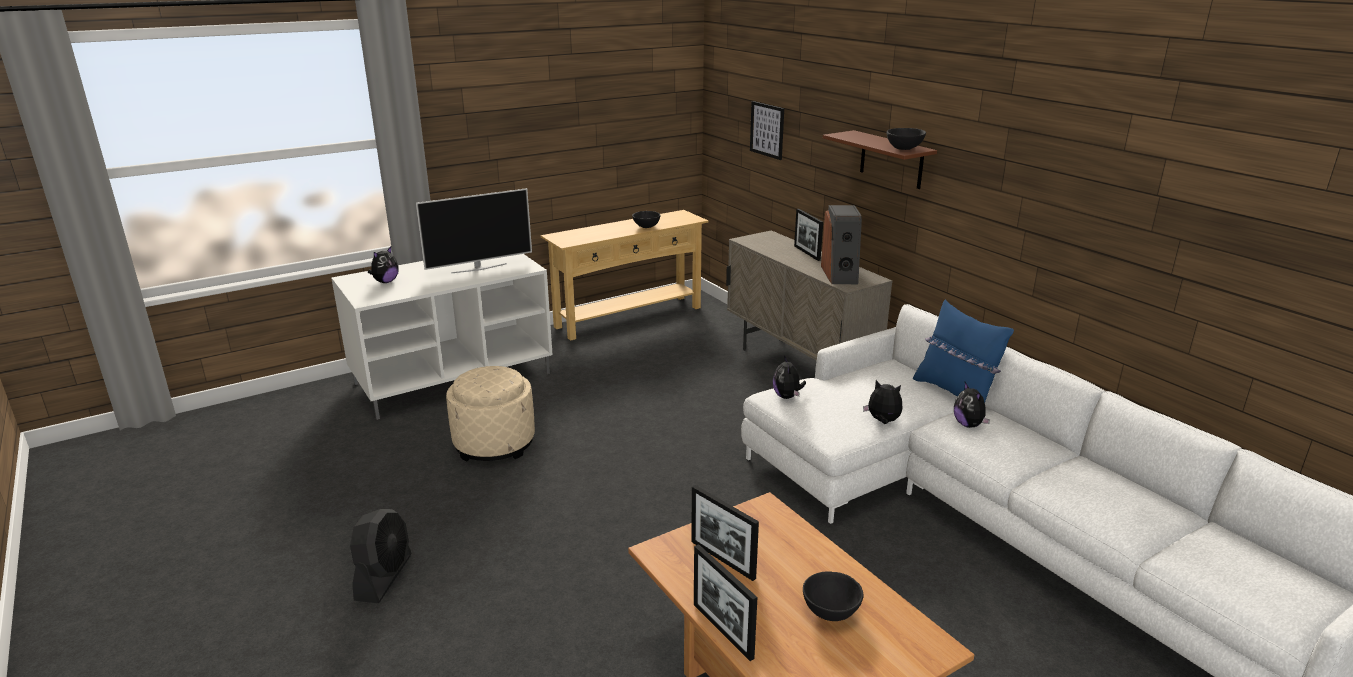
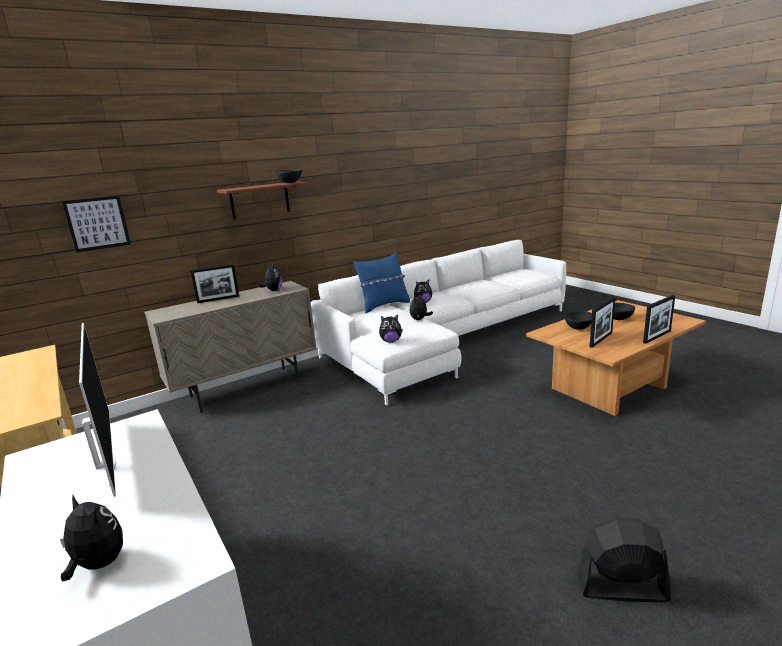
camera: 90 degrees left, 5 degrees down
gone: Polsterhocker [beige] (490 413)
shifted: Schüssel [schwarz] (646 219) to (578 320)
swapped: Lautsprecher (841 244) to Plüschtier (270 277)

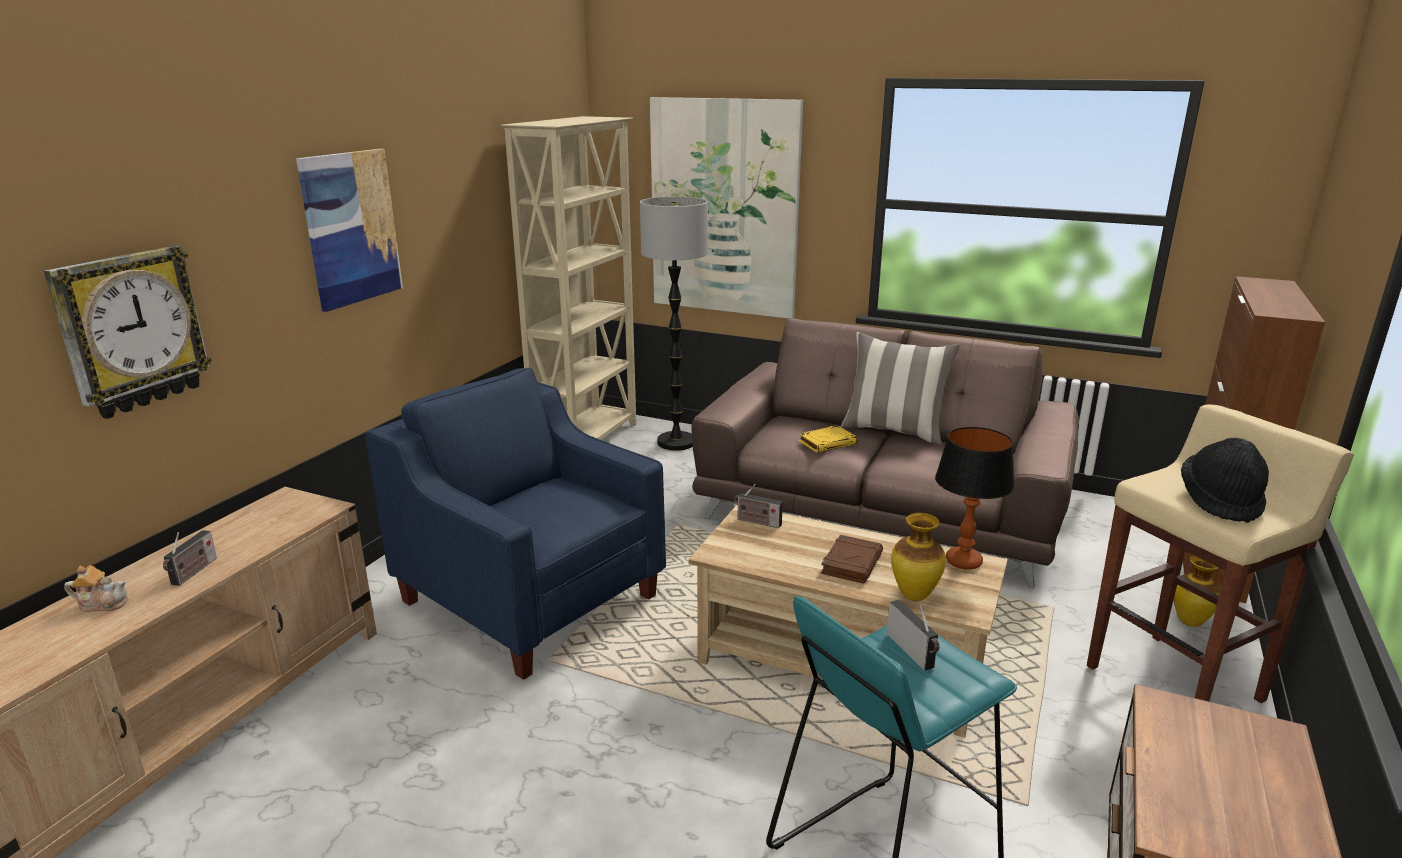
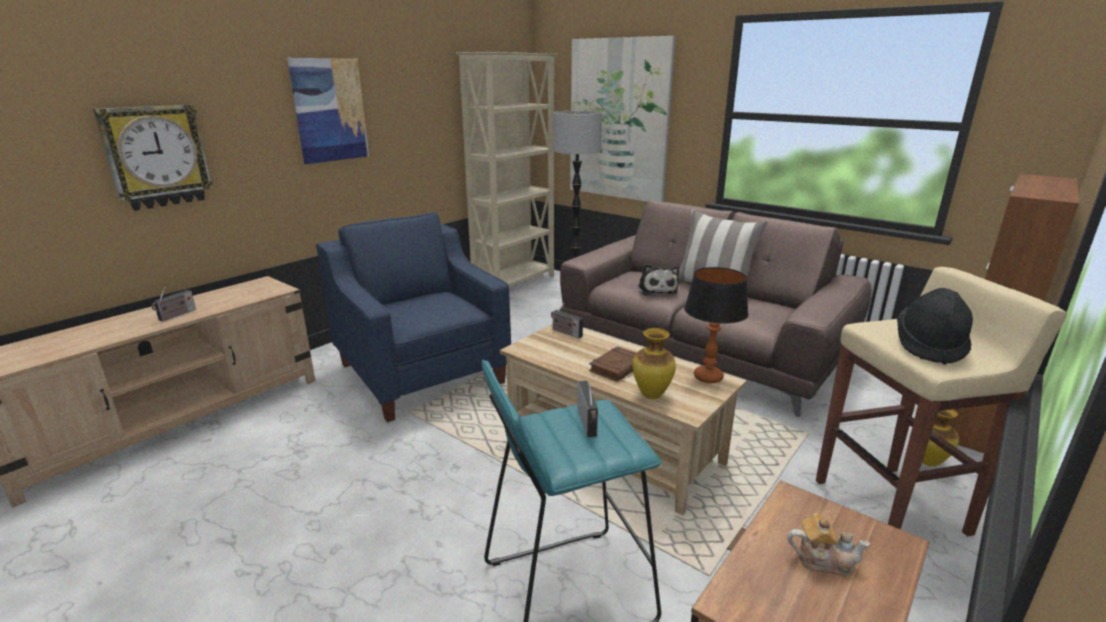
camera: 15 degrees right, 0 degrees up
shifted: Teekanne (96 588) to (829 544)
swapped: Buch [gelb] (828 439) to Plüschtier (658 280)

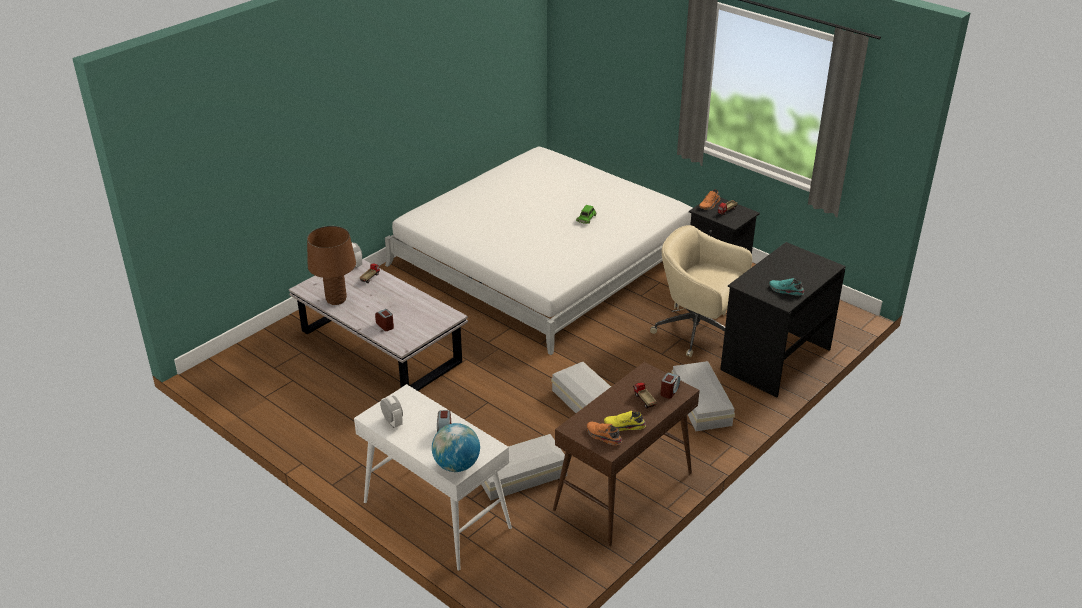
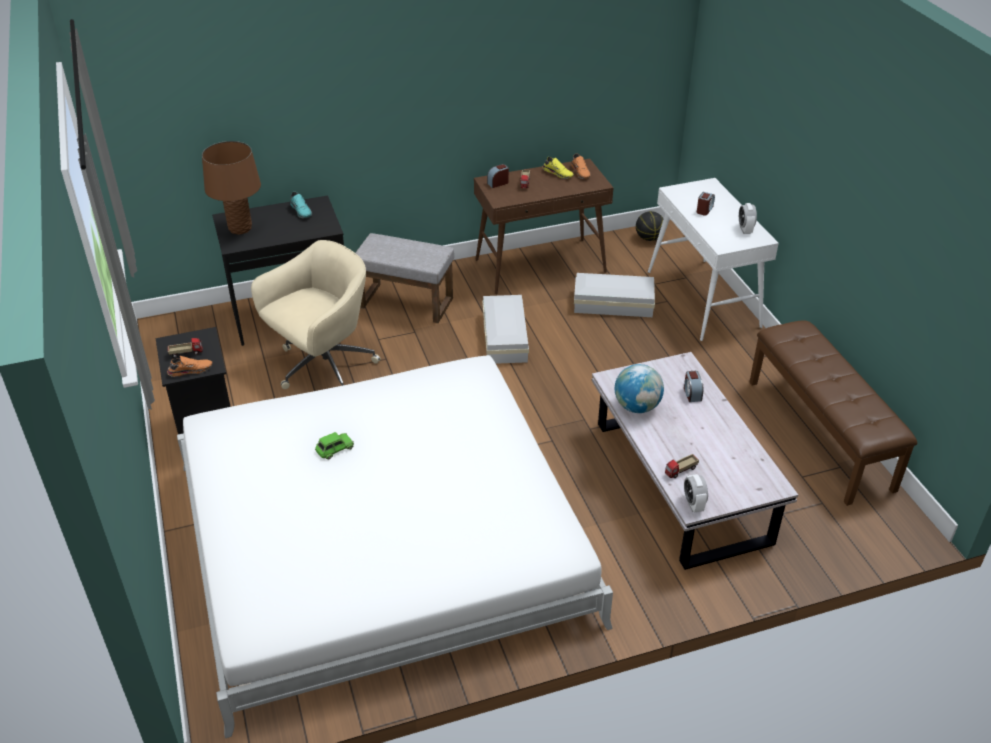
camera: 150 degrees left, 5 degrees up
new: Basketball (649 226); Bank [braun] (833 413)
shifted: Tischlampe [braun] (331 265) to (231 188); Globus (456 447) to (639 388)
swapped: Aufbewahrungsbox [weiß] (703 396) to Polsterhocker [grau] (405 278)
rotated: Bürostuhl [beige] (701 291) = (316 314) 105 degrees counterclockwise

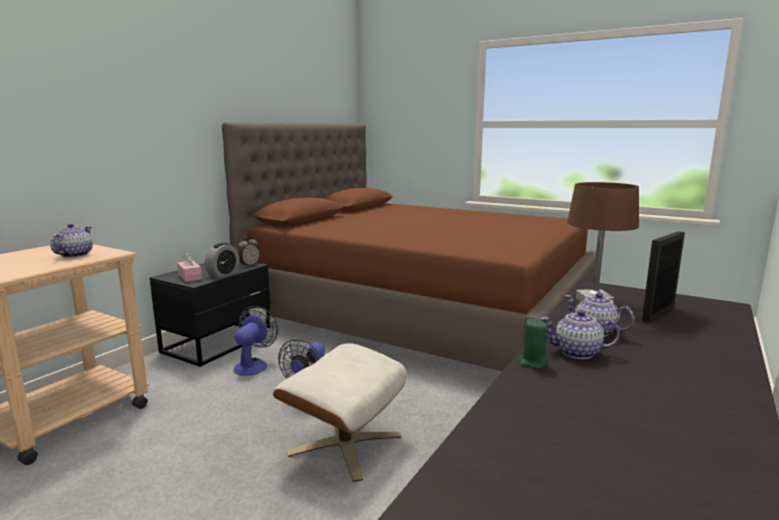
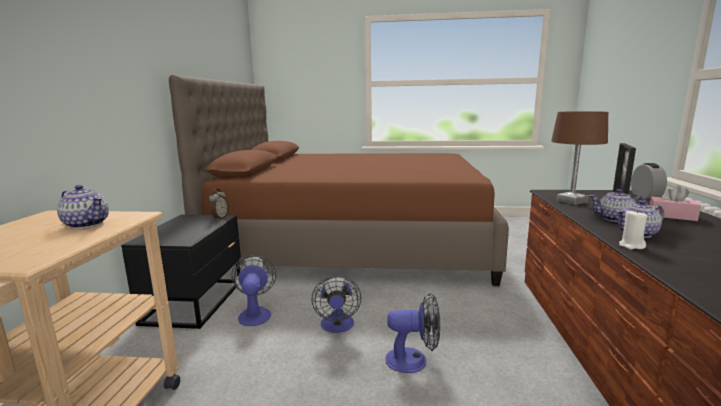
camera: 25 degrees left, 0 degrees up
shifted: Wecker (222 260) to (649 181); Taschentuchbox [rosa] (189 267) to (675 203)
swapped: Polsterhocker [beige] (340 412) to Ventilator (412 333)
repainted: Kerze [grün] (533 343) to Kerze [weiß] (633 229)
rotated: Teekanne (71 241) = (83 207) 135 degrees clockwise

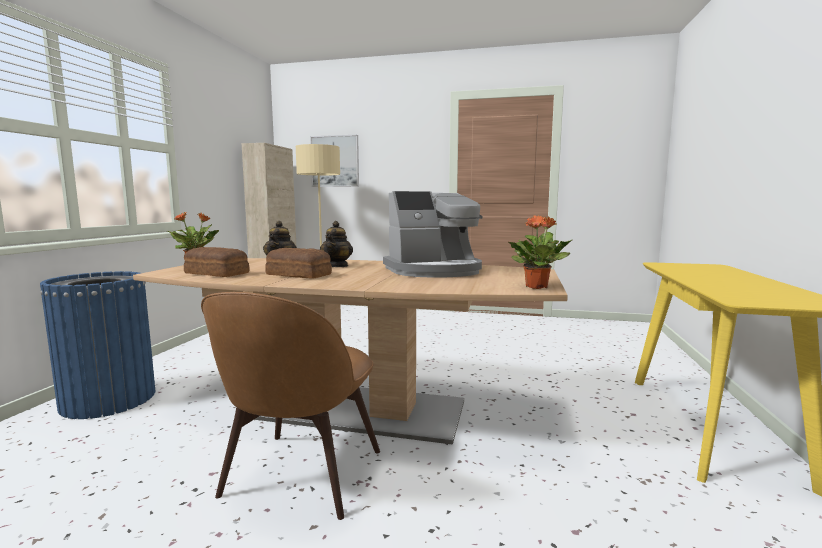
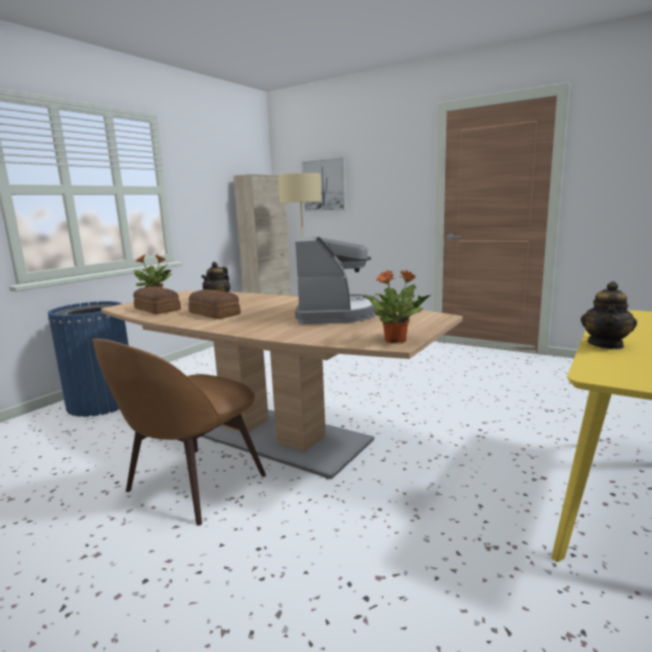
camera: 20 degrees right, 5 degrees up
shifted: Teekanne (336 244) to (609 315)
rotated: Kaffeemaschine (433 234) = (337 280) 90 degrees counterclockwise

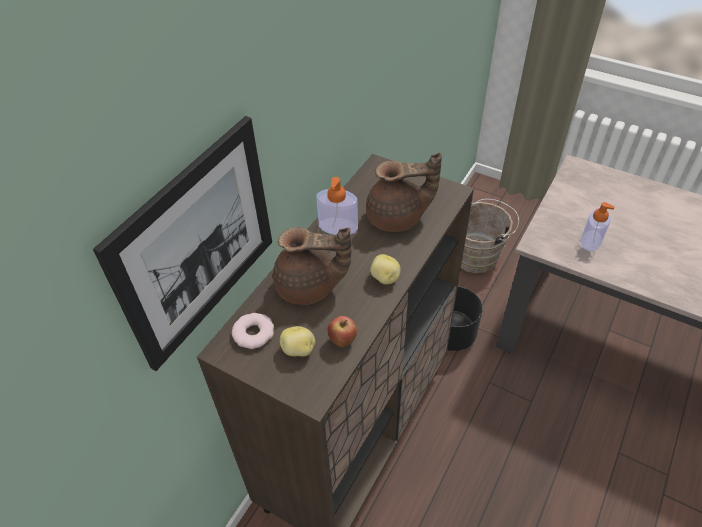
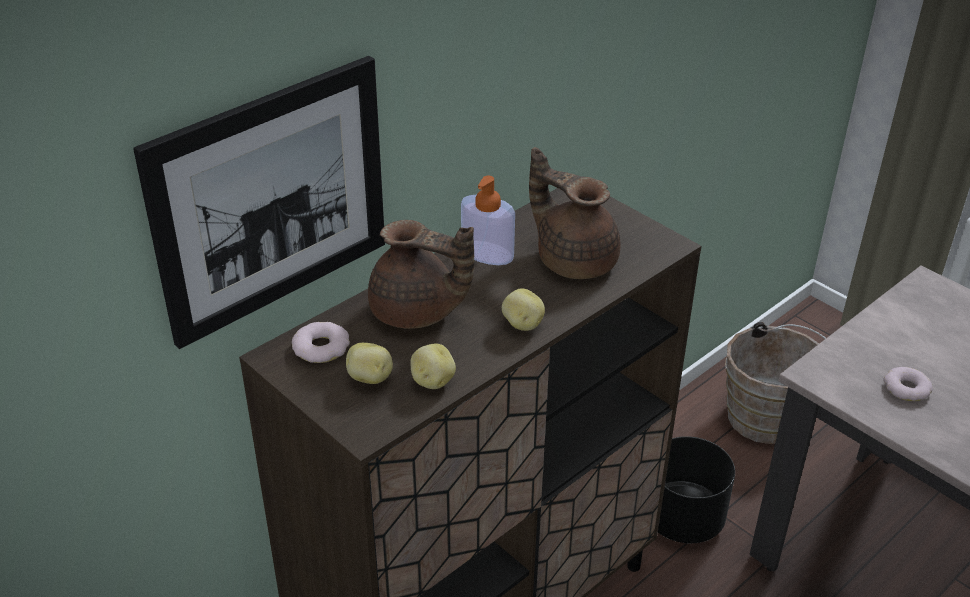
camera: 15 degrees right, 10 degrees down
swapped: Seifenspender (598 226) to Donut (908 384); Apfel (342 331) to Kartoffel (433 366)
rotated: Teekanne [braun] (404 192) = (575 213) 150 degrees counterclockwise

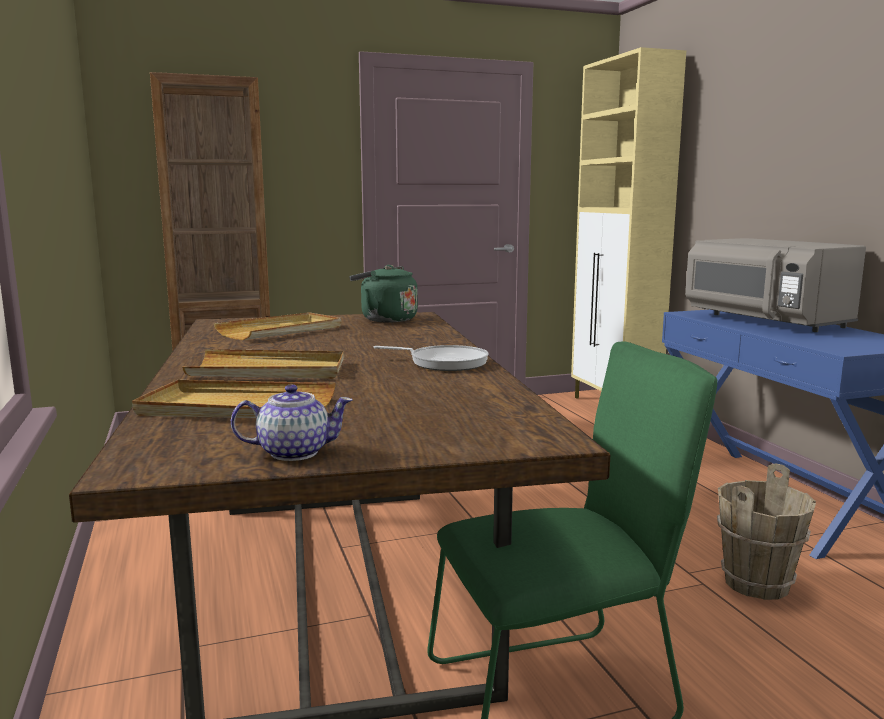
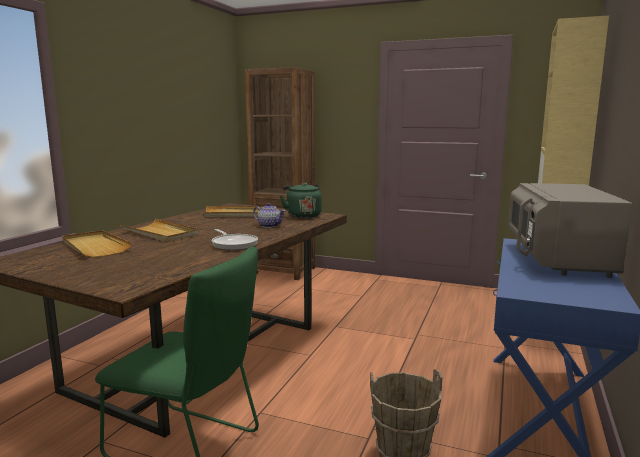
camera: 40 degrees right, 0 degrees up
shifted: Teekanne (292 422) to (269 215)

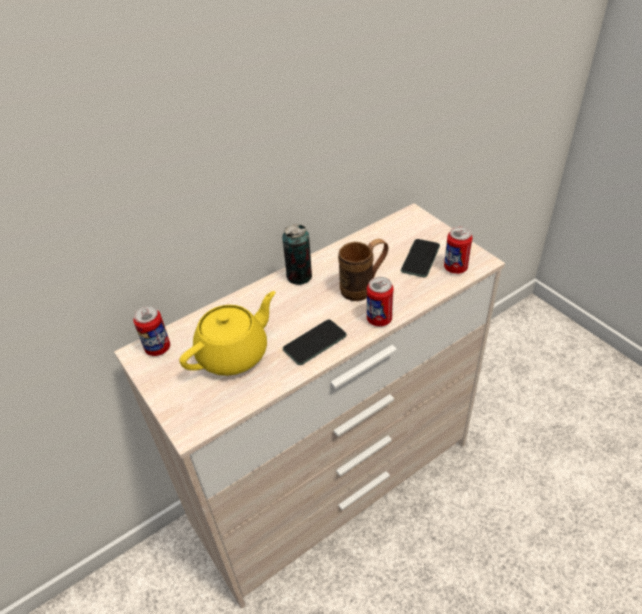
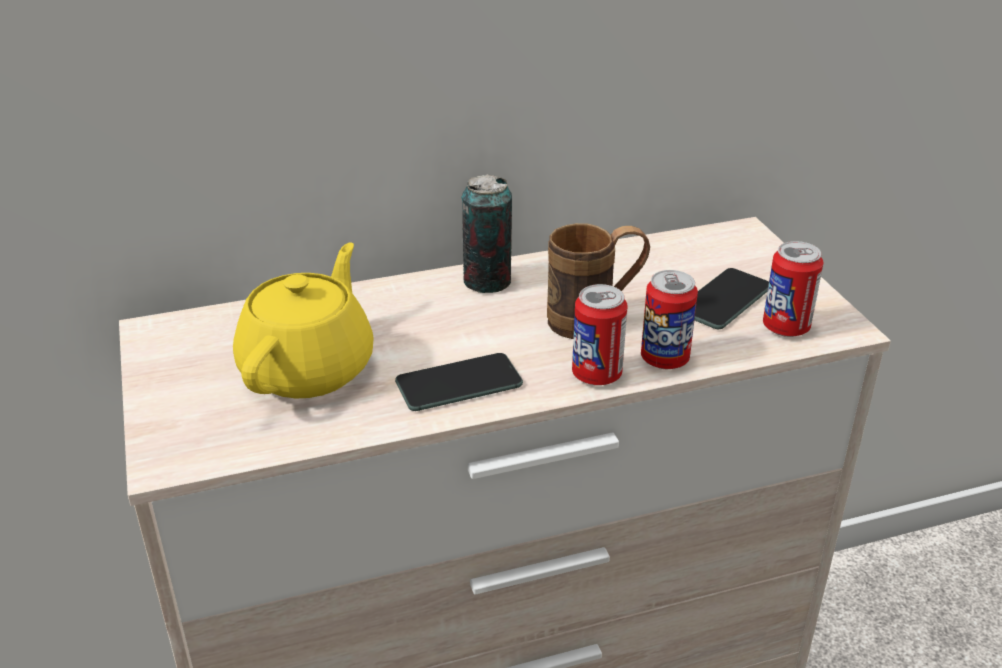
camera: 15 degrees right, 10 degrees down
shifted: Dose (151 331) to (669 319)
rotated: Teekanne [gelb] (228 333) = (303 320) 45 degrees counterclockwise

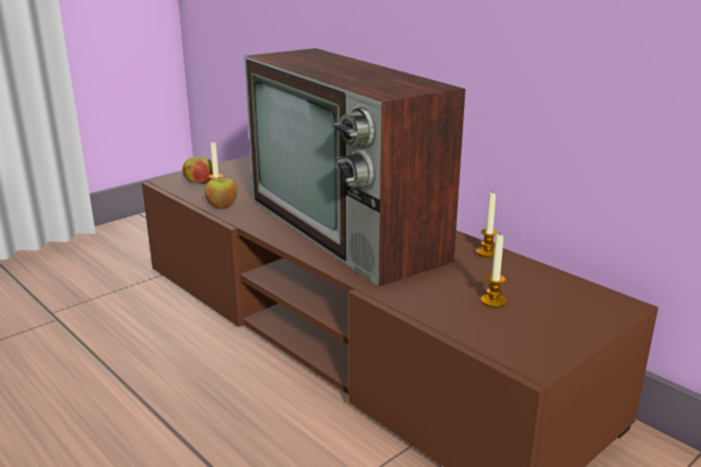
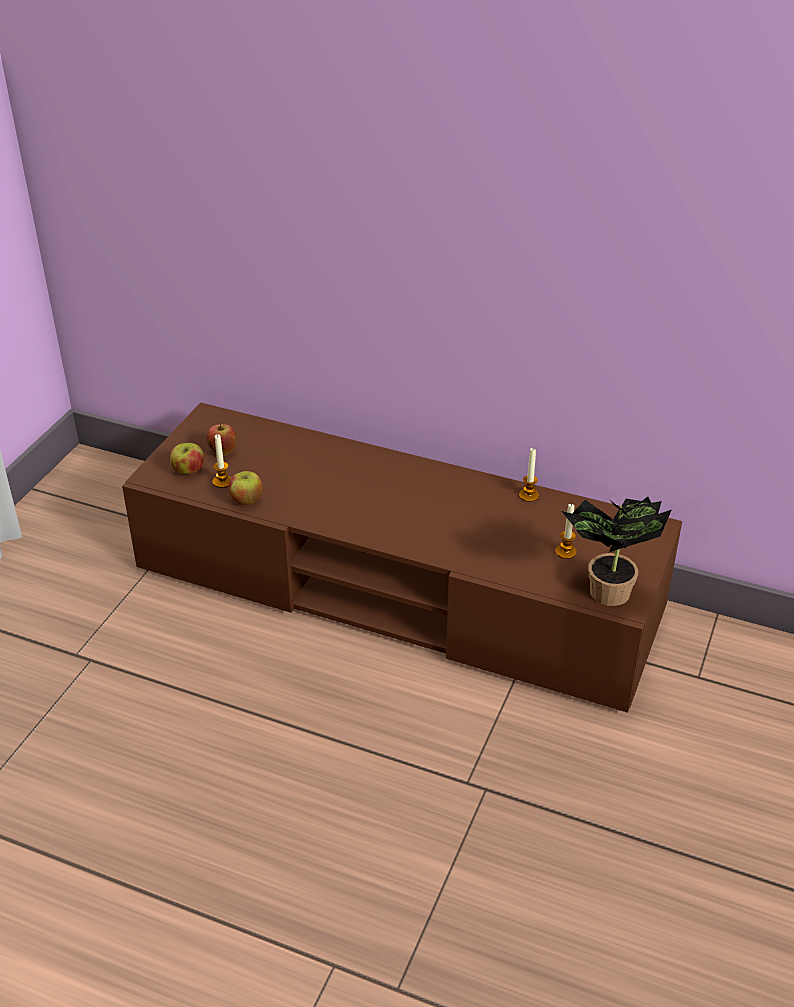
camera: 25 degrees left, 15 degrees up
gone: Fernseher (354 167)
new: Apfel (221 438); Topfpflanze (617 551)

